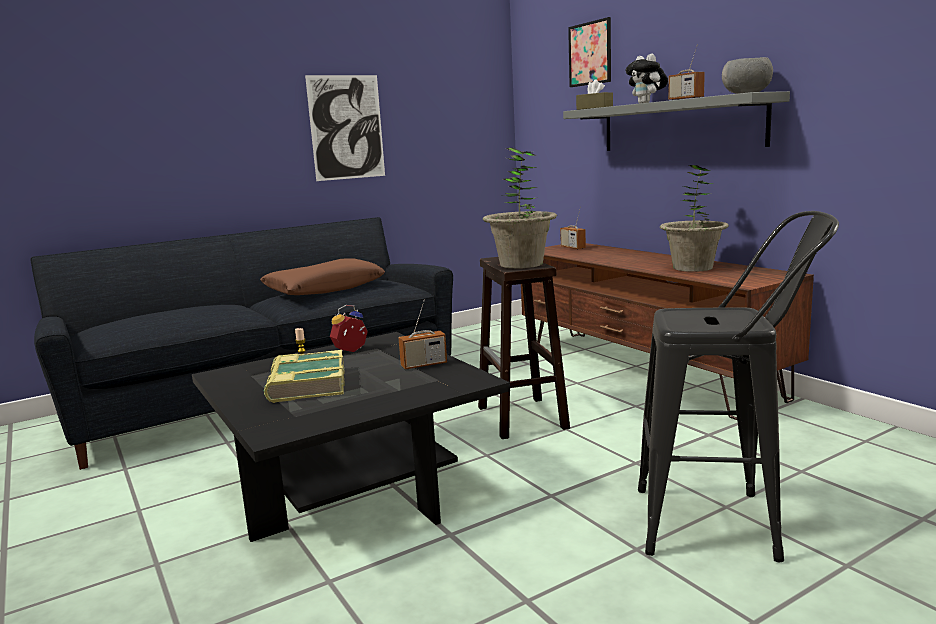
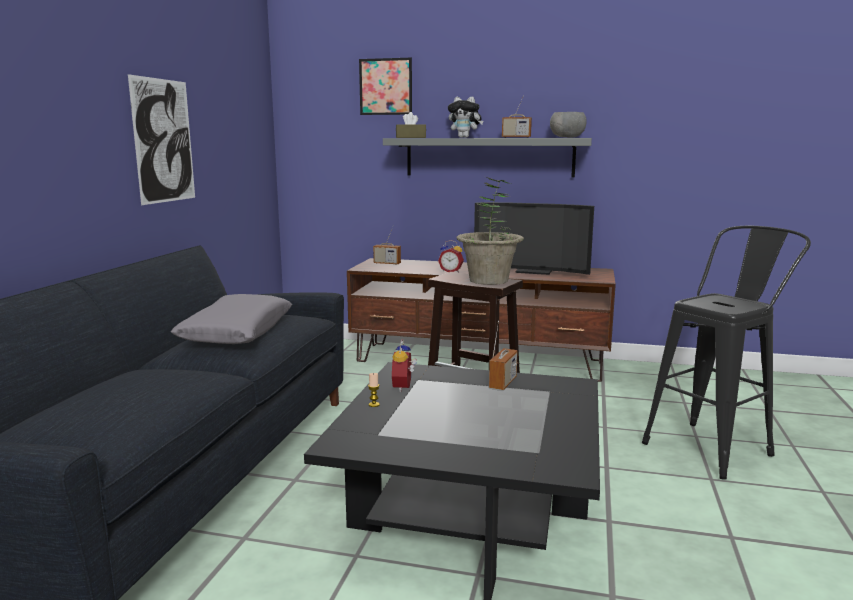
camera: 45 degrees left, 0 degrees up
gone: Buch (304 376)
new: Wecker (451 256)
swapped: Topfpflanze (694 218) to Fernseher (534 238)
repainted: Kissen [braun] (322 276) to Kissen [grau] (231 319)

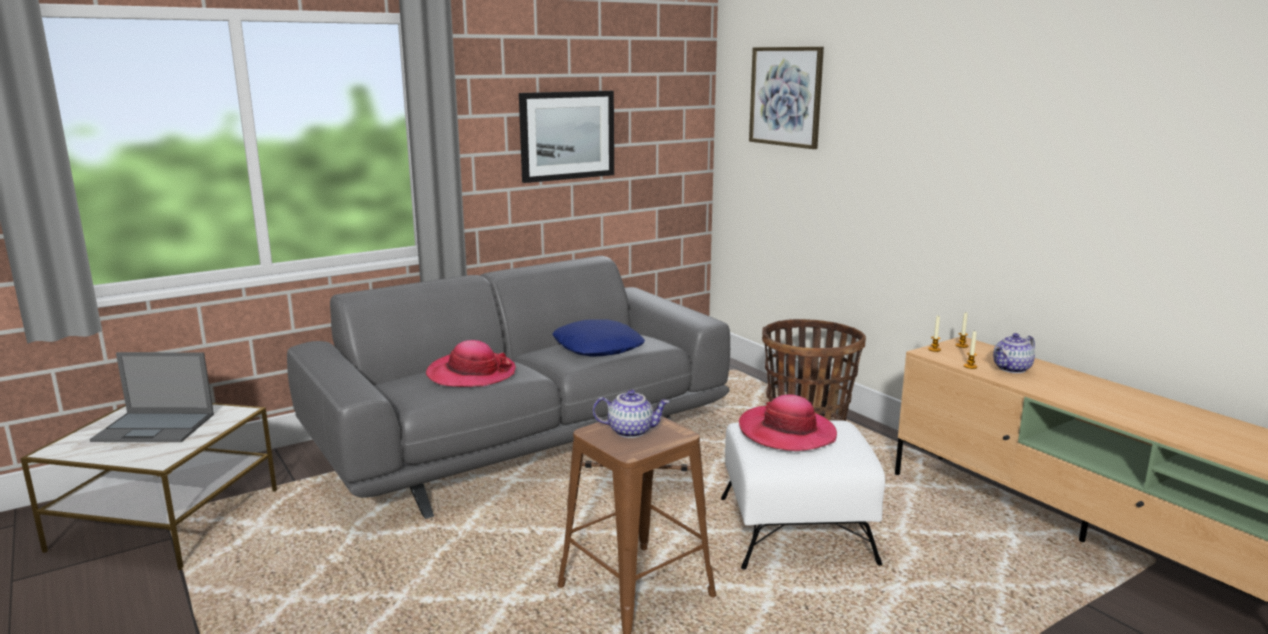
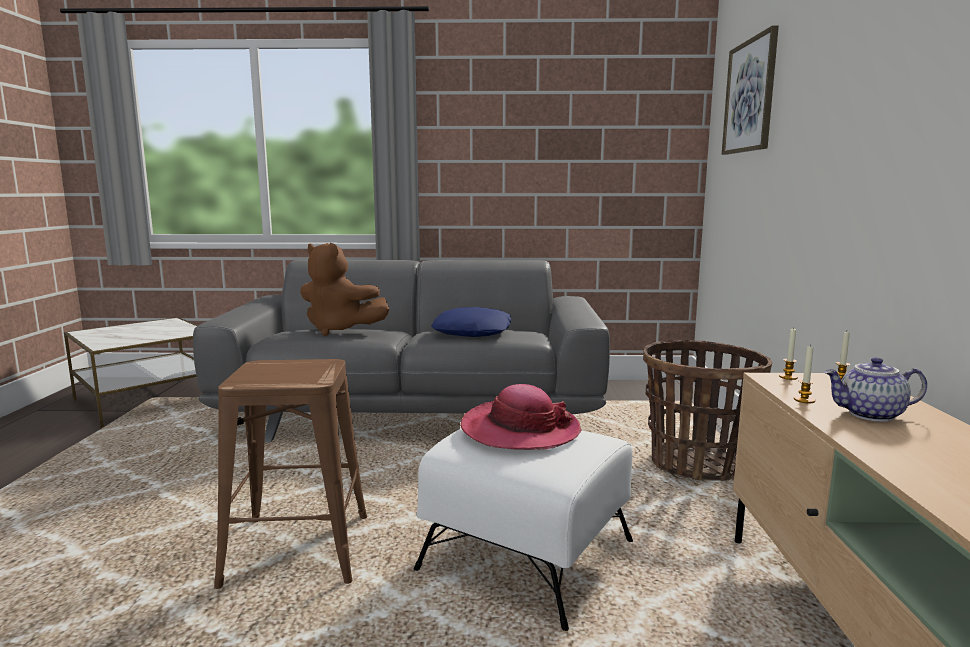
camera: 35 degrees right, 5 degrees down
gone: Bild (566 137); Laptop (152 397); Teekanne (631 413)
swapped: Hut (471 363) to Plüschtier [braun] (344 289)

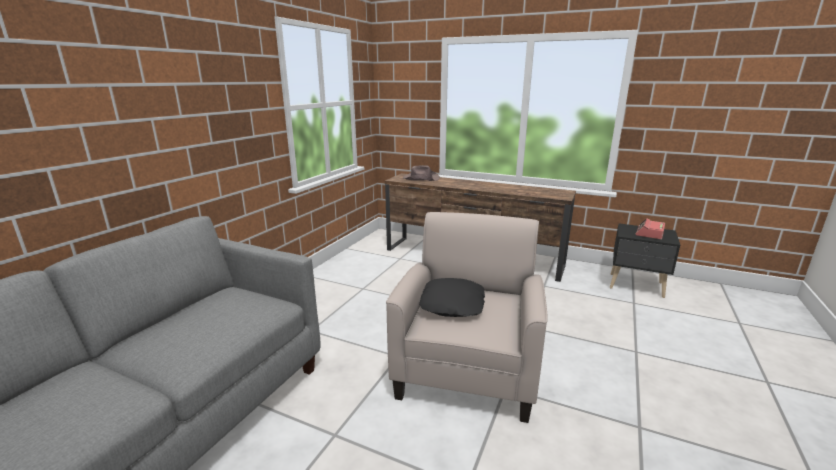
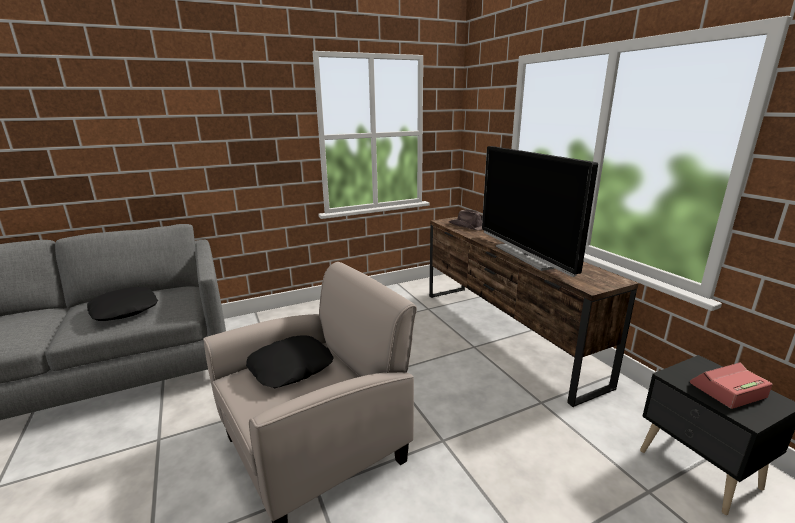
camera: 40 degrees right, 0 degrees up
new: Fernseher (540 211); Kissen [schwarz] (122 304)

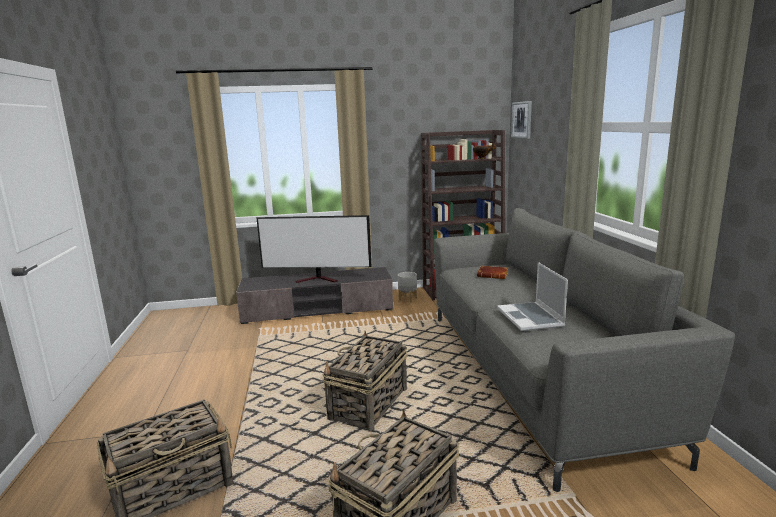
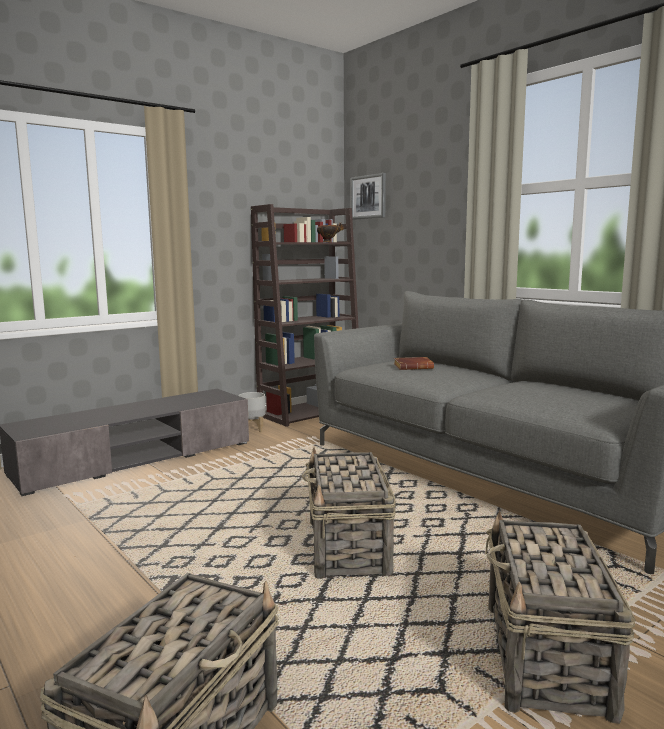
camera: 30 degrees left, 5 degrees down
gone: Fernseher (314 249); Laptop (532 296)

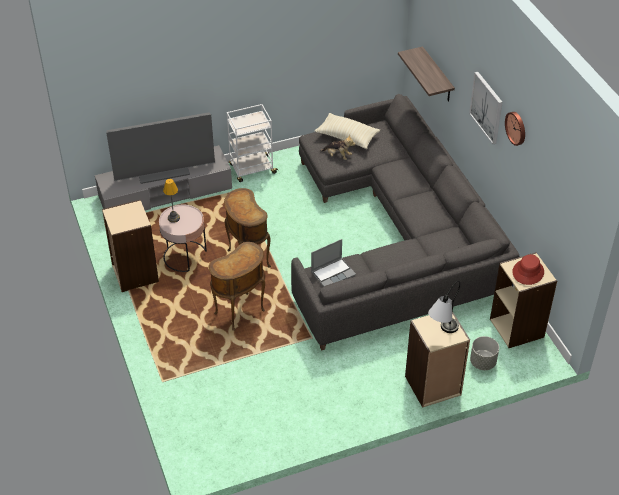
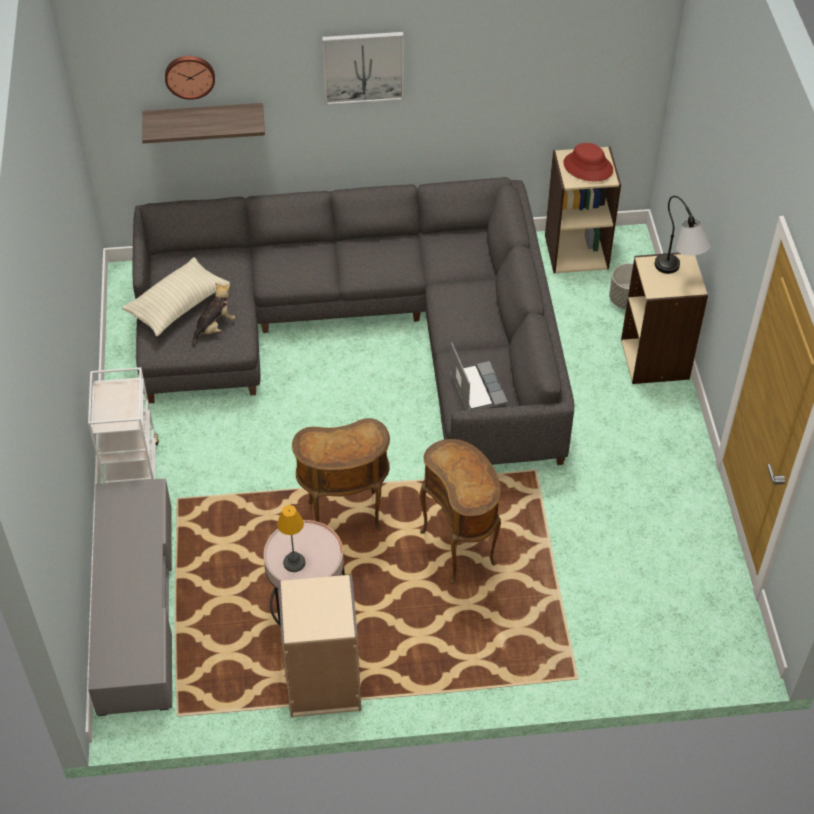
camera: 75 degrees left, 5 degrees up
gone: Fernseher (160 148)
shifted: Wanduhr (515 129) to (190 78)

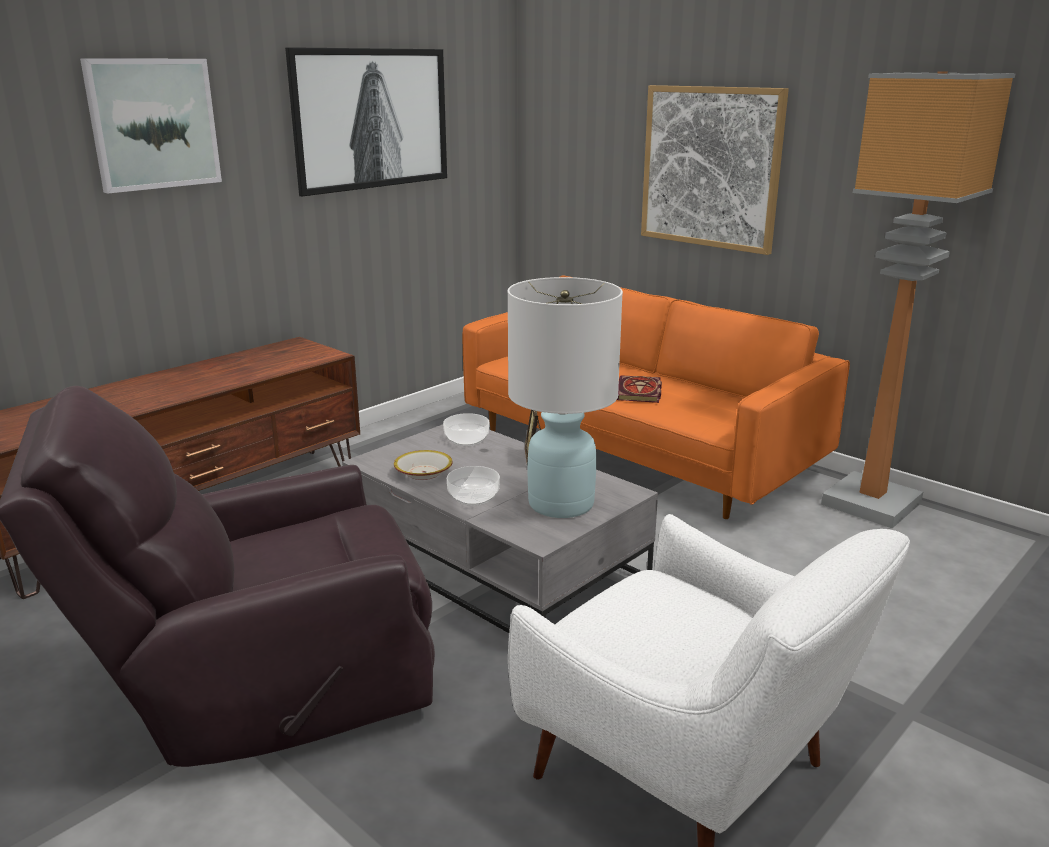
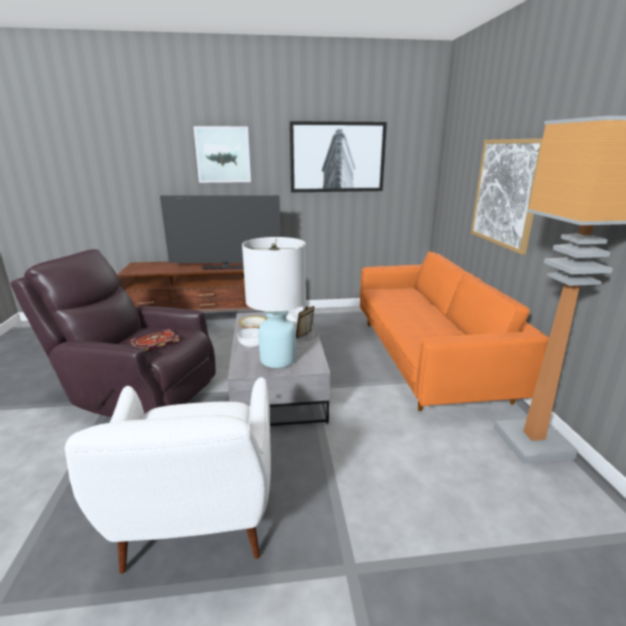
camera: 40 degrees right, 0 degrees up
new: Fernseher (220 232)
shifted: Buch (639 389) to (155 340)

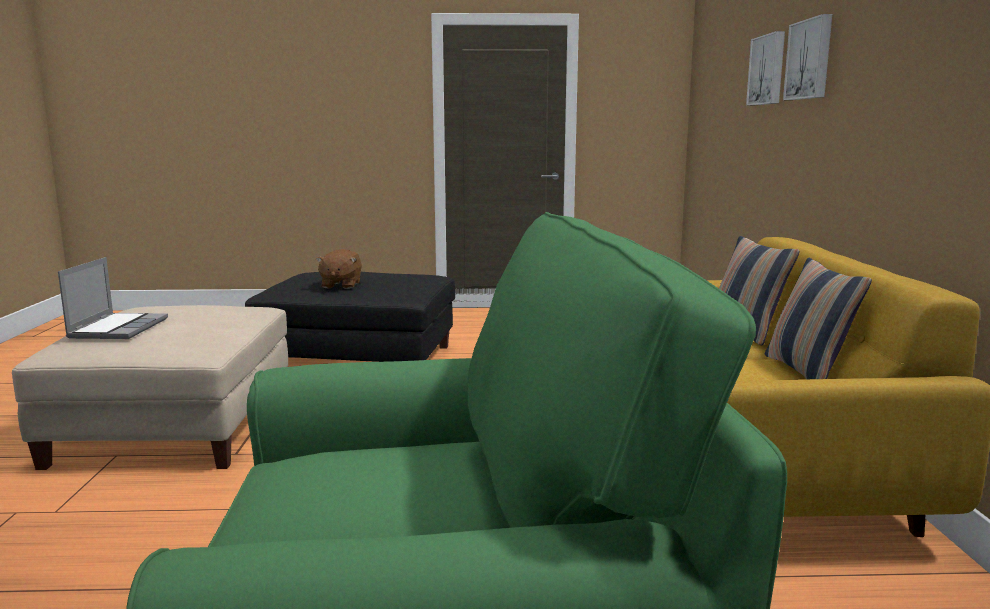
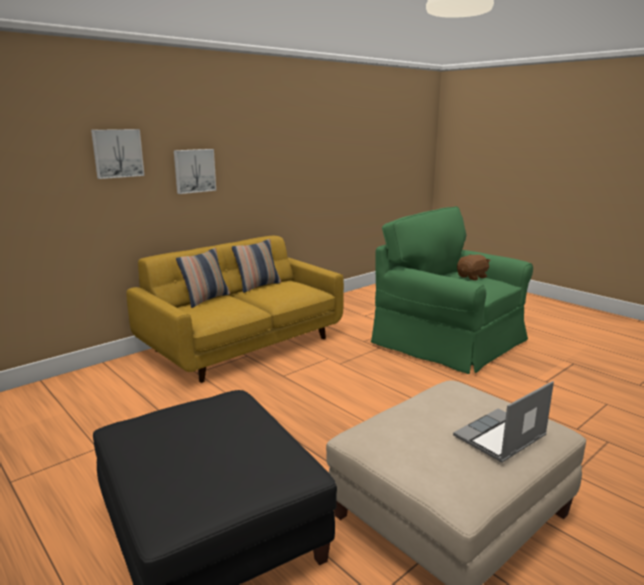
camera: 130 degrees left, 5 degrees up
shifted: Bild (765 68) to (195 171); Plüschtier [braun] (339 269) to (474 267)

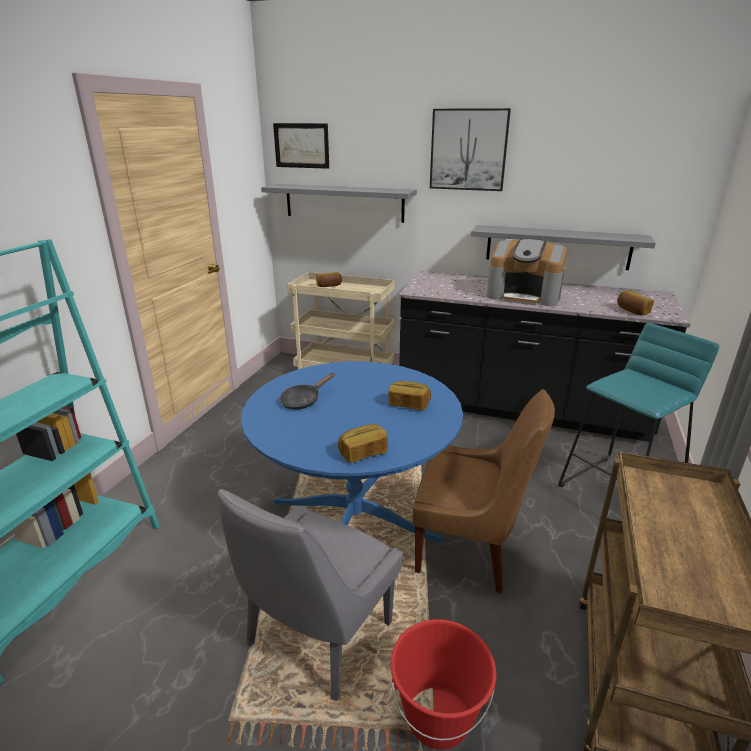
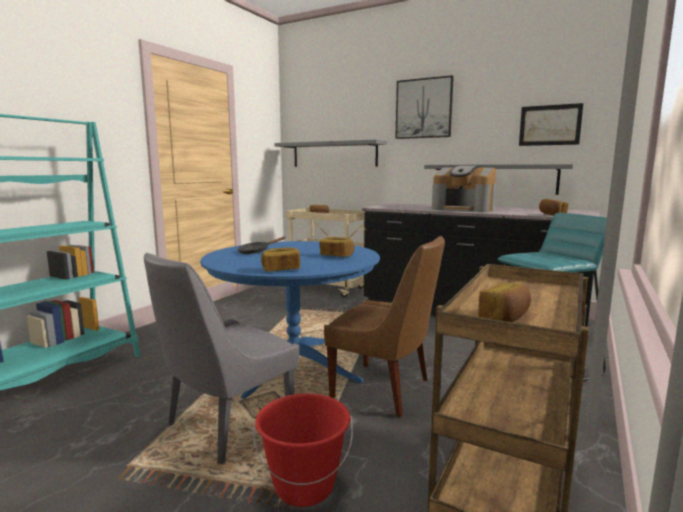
camera: 10 degrees right, 15 degrees down
new: Brot (504 302)
shifted: Bild (301 146) to (551 124)

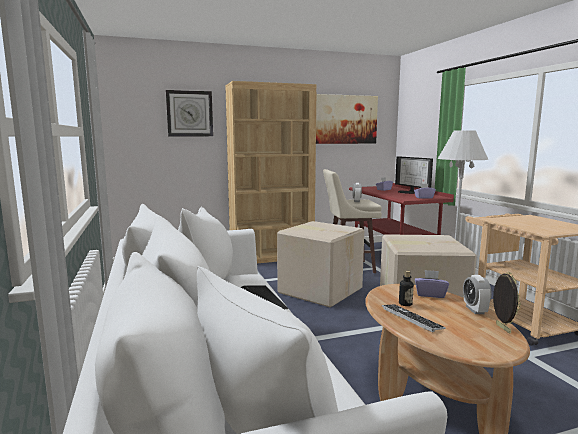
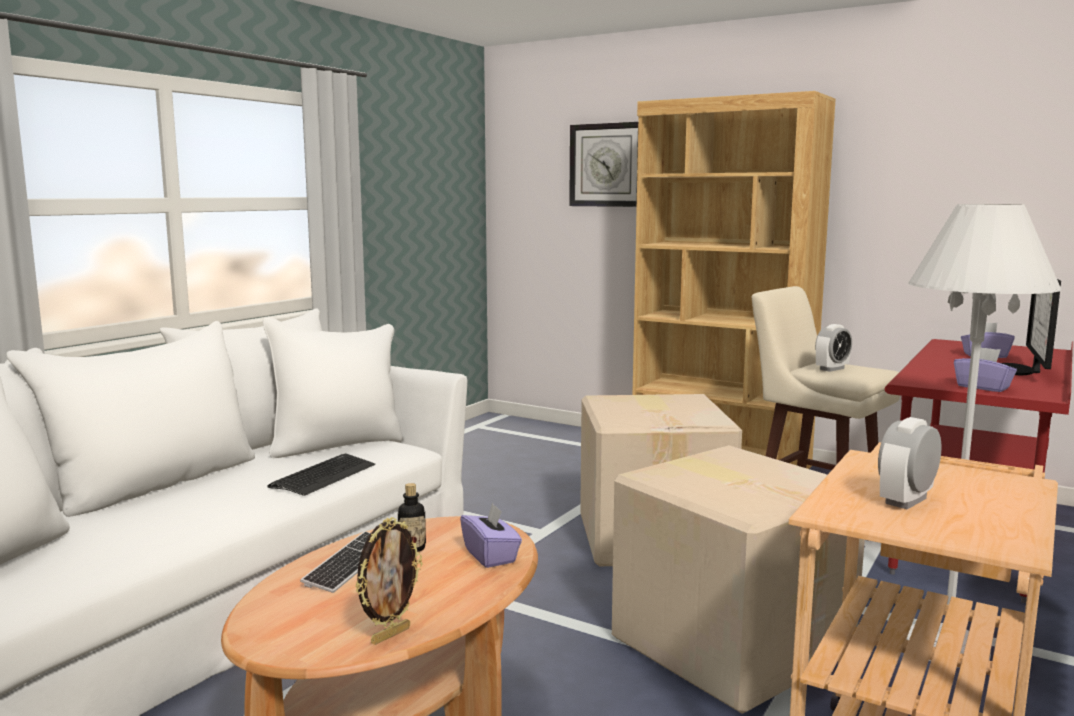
camera: 50 degrees right, 0 degrees up
gone: Bild (347 119)
shifted: Wecker (477 294) to (910 463)

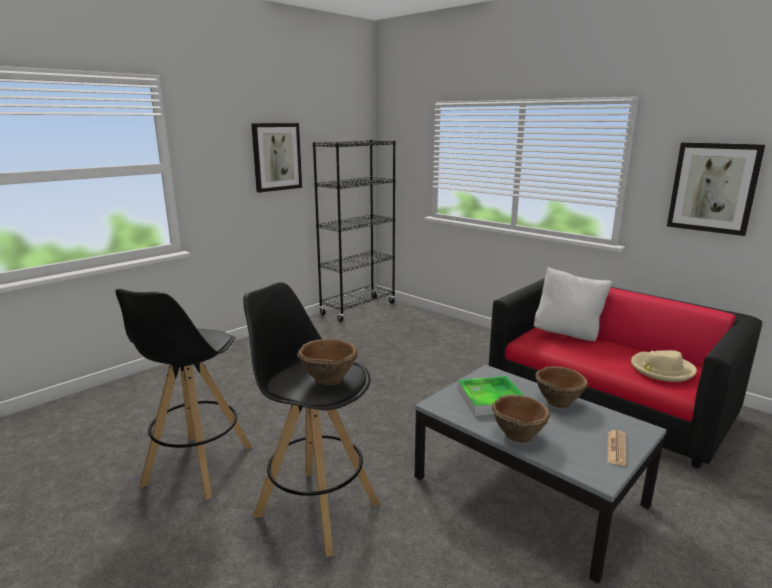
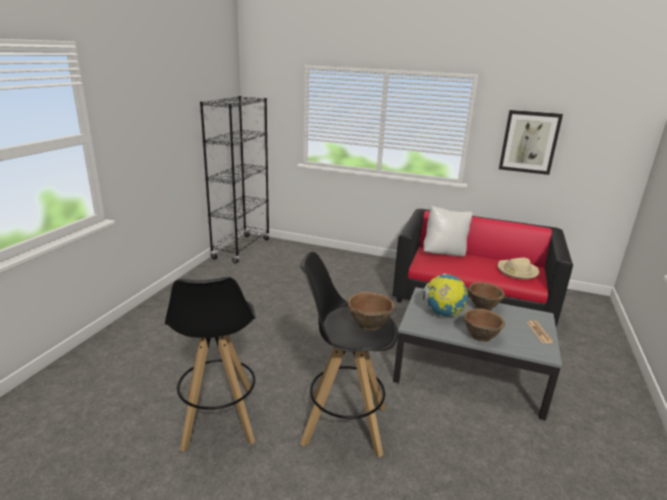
camera: 25 degrees left, 5 degrees up
gone: Bild (276 158)
swapped: Tablett (490 396) to Globus (445 295)

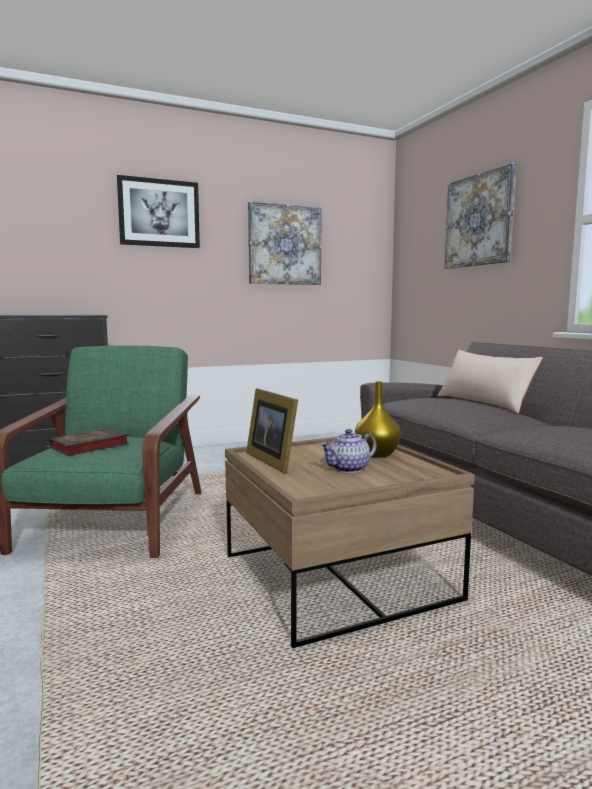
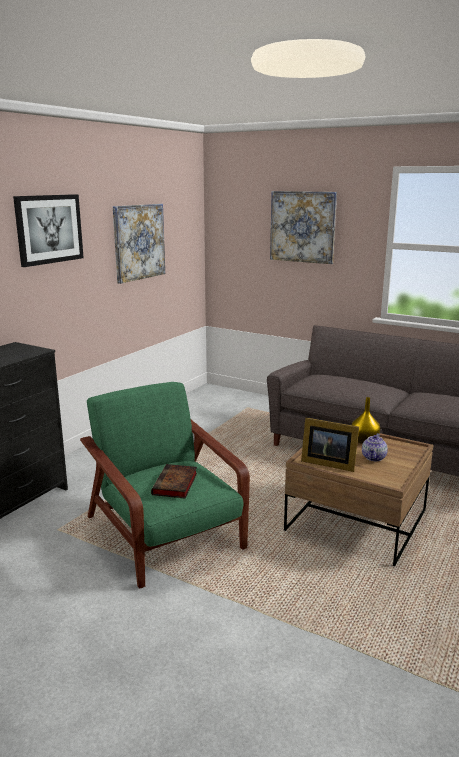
camera: 35 degrees left, 10 degrees up
gone: Kissen [beige] (490 381)

